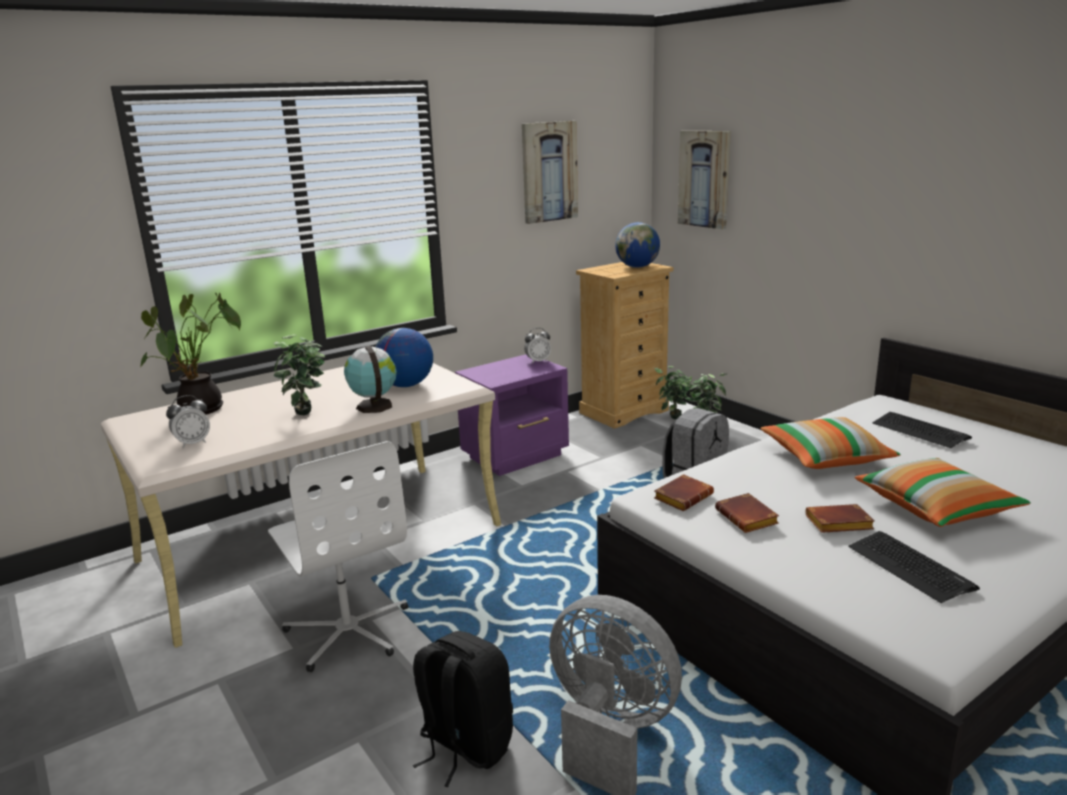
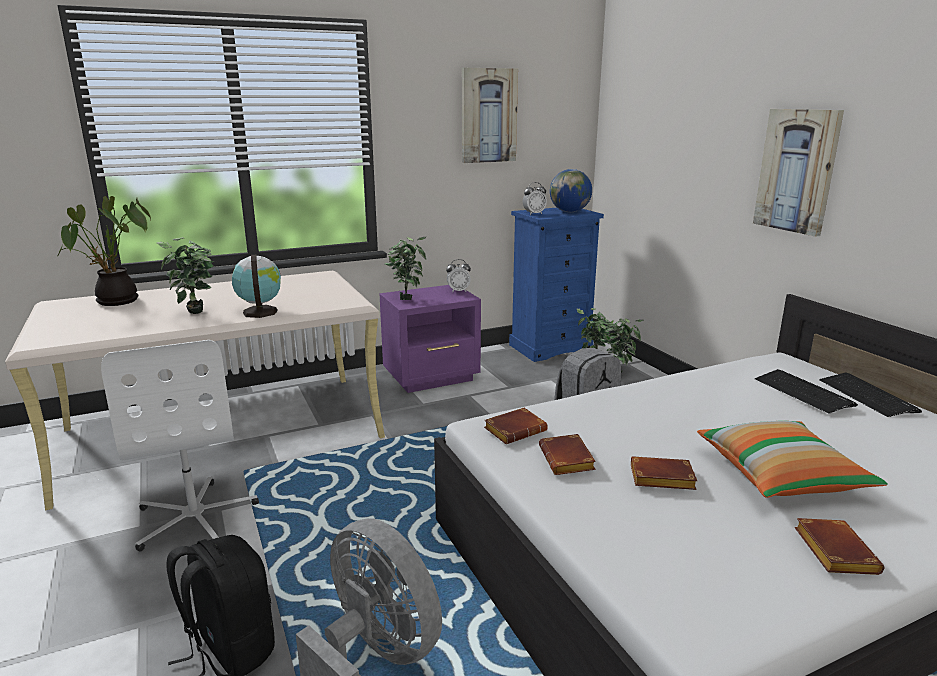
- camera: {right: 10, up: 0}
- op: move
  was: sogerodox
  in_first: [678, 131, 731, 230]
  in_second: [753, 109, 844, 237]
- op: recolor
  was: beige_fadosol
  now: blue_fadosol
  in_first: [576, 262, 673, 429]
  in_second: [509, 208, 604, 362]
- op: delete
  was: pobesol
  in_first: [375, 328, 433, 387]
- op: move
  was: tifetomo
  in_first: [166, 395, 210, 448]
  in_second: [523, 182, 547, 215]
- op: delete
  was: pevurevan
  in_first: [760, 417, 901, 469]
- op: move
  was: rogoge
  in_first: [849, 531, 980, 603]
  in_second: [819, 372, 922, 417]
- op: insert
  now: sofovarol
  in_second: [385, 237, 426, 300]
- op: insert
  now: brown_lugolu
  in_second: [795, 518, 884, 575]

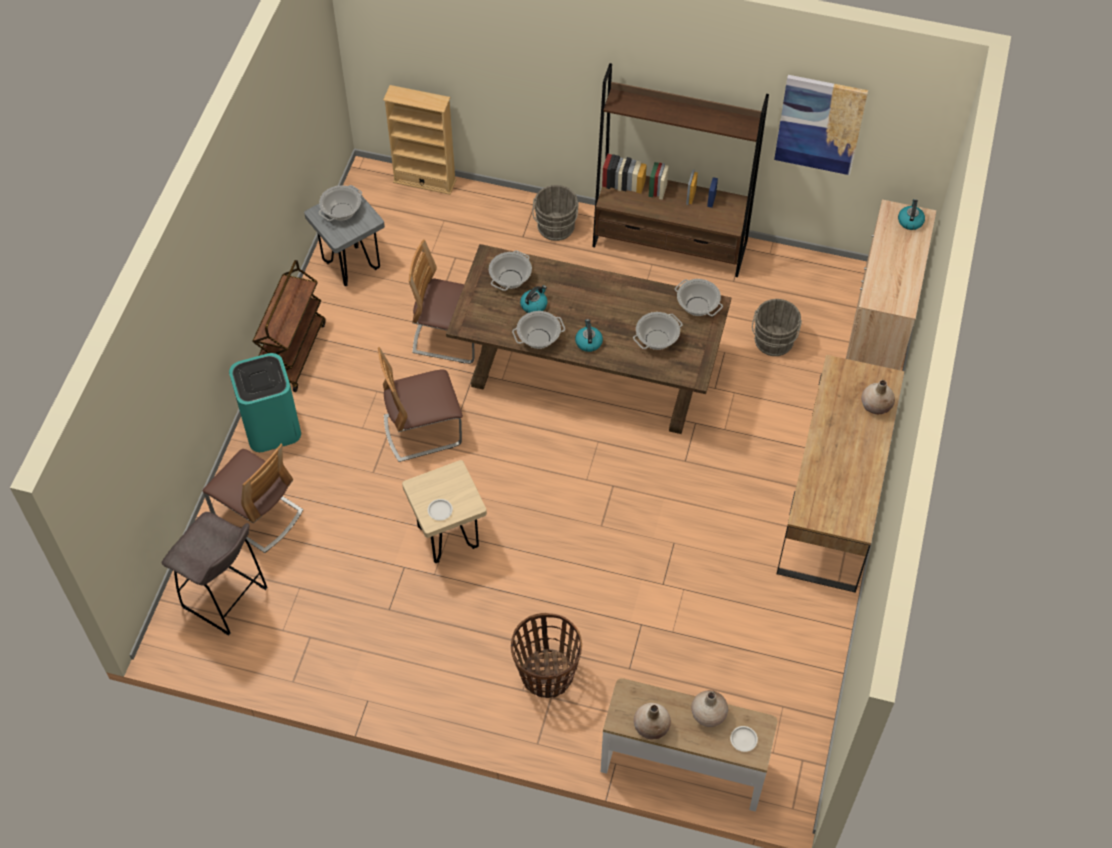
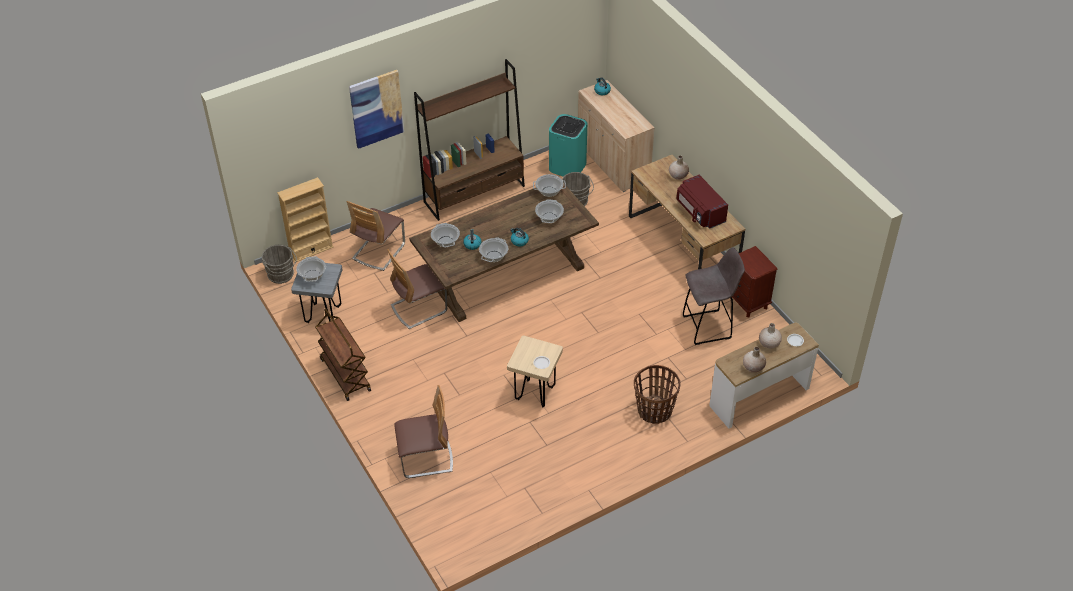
- camera: {right: -45, up: -10}
- op: move
  was: sogerodox
  in_first: [774, 75, 868, 175]
  in_second: [349, 70, 404, 149]
- op: move
  was: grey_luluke
  in_first: [532, 185, 579, 241]
  in_second: [262, 245, 297, 284]
- op: move
  was: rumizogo
  in_first: [378, 347, 463, 462]
  in_second: [347, 201, 405, 271]
- op: move
  was: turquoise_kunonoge
  in_first: [229, 353, 301, 452]
  in_second: [549, 114, 587, 177]
- op: move
  was: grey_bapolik
  in_first: [161, 512, 268, 636]
  in_second: [683, 247, 745, 345]
- op: insert
  now: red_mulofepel
  in_second: [677, 175, 728, 229]
- op: insert
  now: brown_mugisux
  in_second: [732, 246, 778, 318]

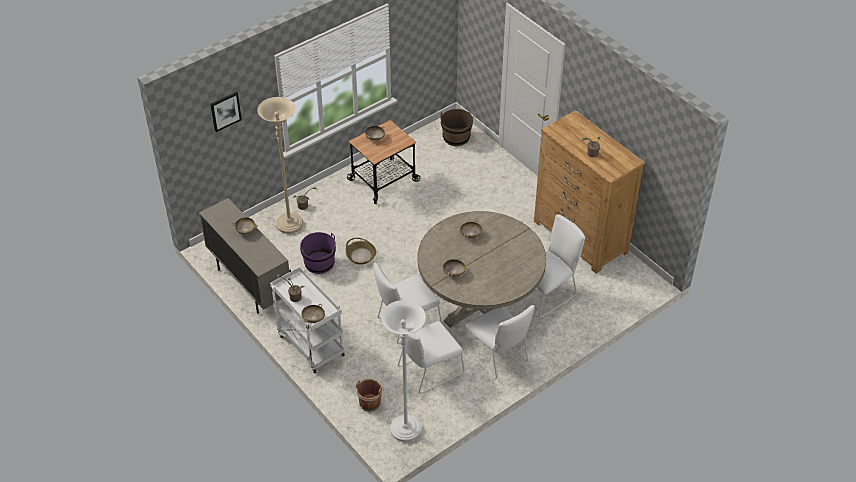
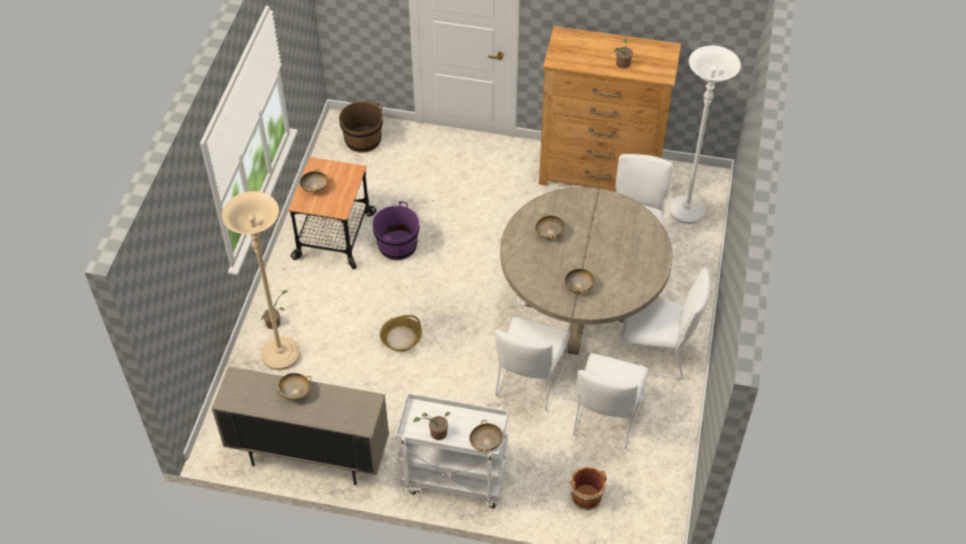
- camera: {right: -40, up: 5}
- op: delete
  was: sogerodox
  in_first: [210, 92, 242, 132]
- op: move
  was: purple_luluke
  in_first: [300, 232, 336, 274]
  in_second: [372, 201, 420, 260]
- op: move
  was: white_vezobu
  in_first: [381, 300, 426, 442]
  in_second: [669, 46, 741, 224]

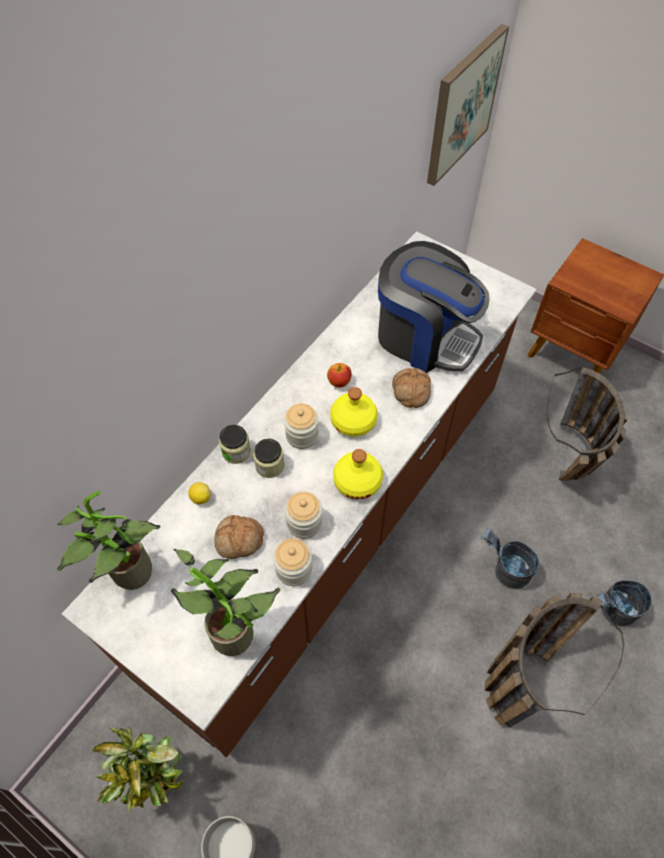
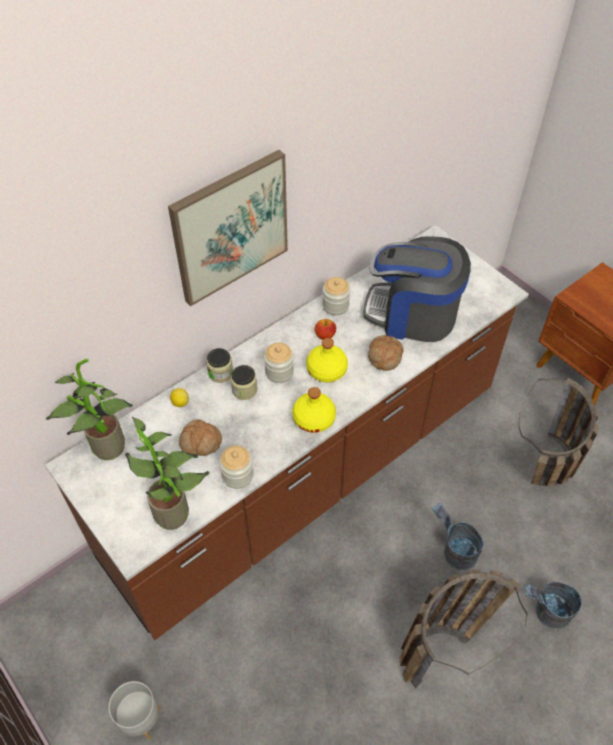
- camera: {right: 15, up: -5}
- op: move
  was: sogerodox
  in_first: [427, 24, 509, 186]
  in_second: [168, 150, 288, 306]
- op: rotate
  was: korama
  in_first: [378, 241, 490, 373]
  in_second: [363, 237, 471, 342]
  clockwise: 150
- op: move
  was: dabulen
  in_first: [285, 492, 322, 539]
  in_second: [322, 277, 350, 316]
- op: delete
  was: sofovarol
  in_first: [92, 727, 184, 812]

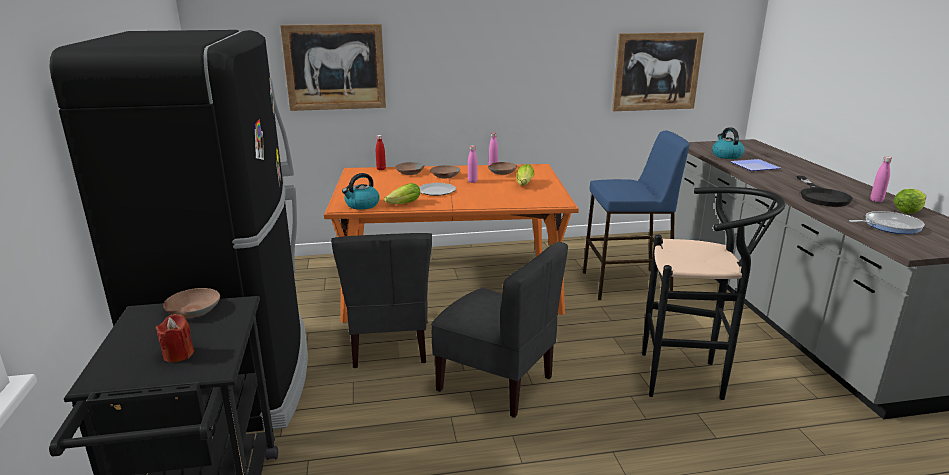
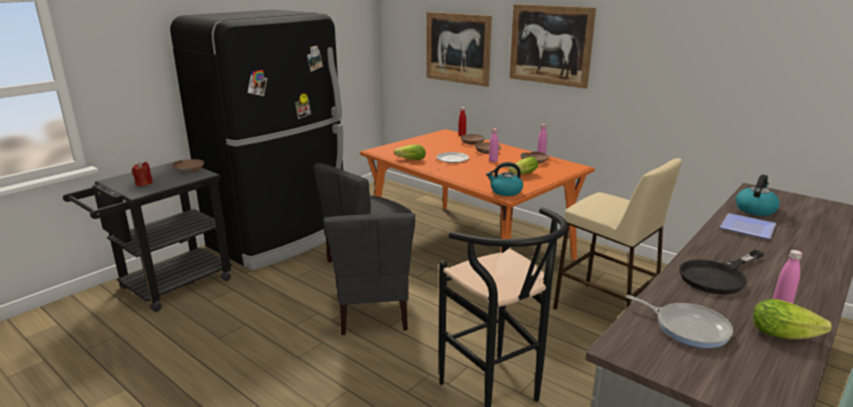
- camera: {right: 50, up: 0}
- op: move
  was: sogerodox
  in_first: [612, 32, 704, 111]
  in_second: [509, 4, 596, 89]
- op: recolor
  was: blue_bapolik
  now: beige_bapolik
  in_first: [583, 131, 690, 300]
  in_second: [553, 158, 682, 310]
- op: move
  was: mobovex
  in_first: [342, 173, 379, 210]
  in_second: [486, 162, 523, 196]

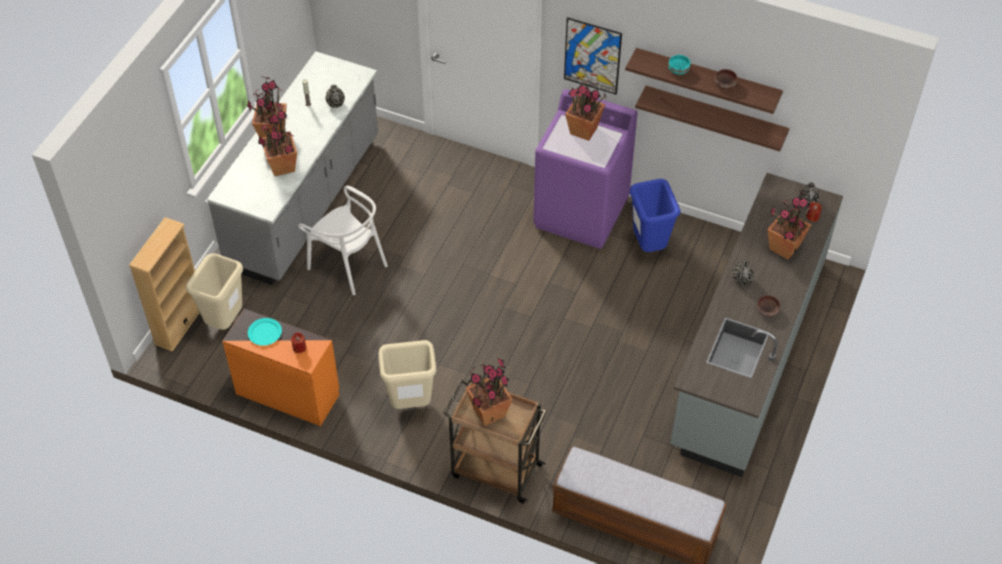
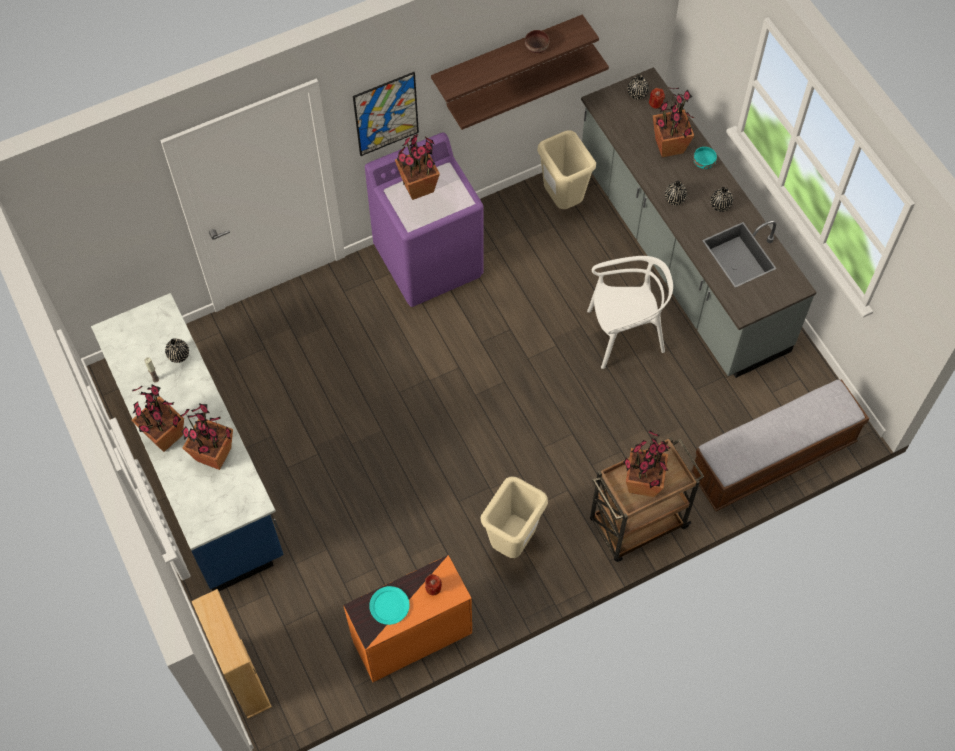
- camera: {right: -50, up: 10}
- op: recolor
  was: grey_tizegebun
  now: blue_tizegebun
  in_first: [207, 51, 378, 285]
  in_second: [91, 293, 284, 591]
- op: move
  was: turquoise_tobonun
  in_first: [668, 55, 691, 75]
  in_second: [693, 147, 717, 169]
- op: delete
  was: blue_kunonoge
  in_first: [630, 179, 681, 252]
- op: move
  was: white_rumizogo
  in_first: [298, 186, 388, 295]
  in_second: [587, 256, 673, 369]
- op: move
  was: beige_kunonoge
  in_first: [186, 253, 243, 330]
  in_second: [537, 130, 596, 209]
- op: replace
  was: brown_tobonun
  now: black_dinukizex
  in_first: [757, 295, 780, 317]
  in_second: [711, 187, 733, 212]

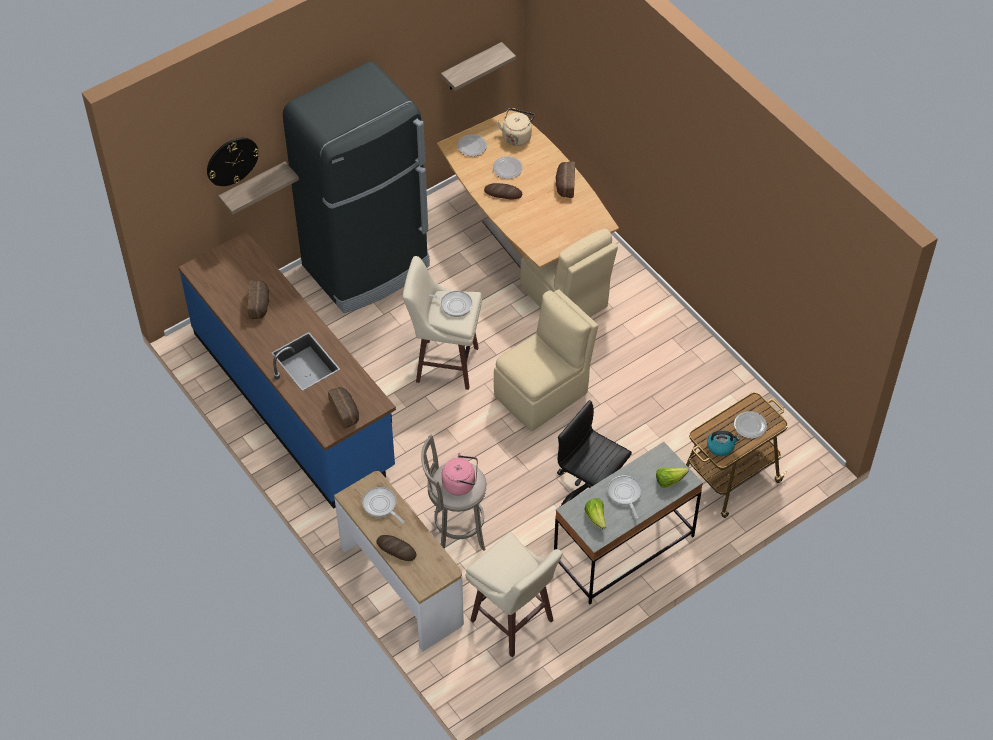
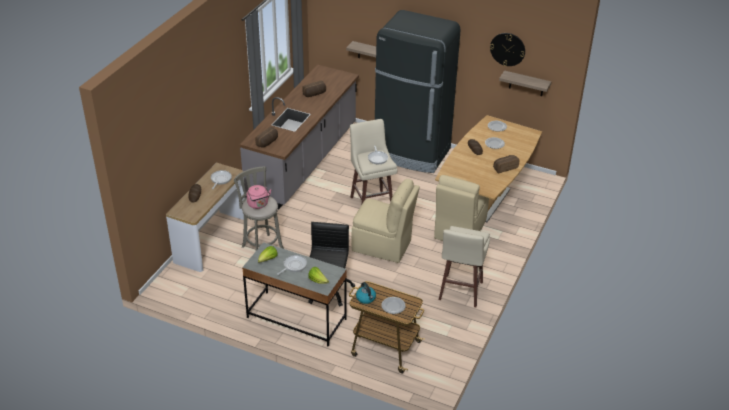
- camera: {right: 60, up: -15}
- op: delete
  was: beige_mobovex
  in_first: [497, 108, 535, 146]
- op: move
  was: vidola
  in_first: [207, 138, 259, 186]
  in_second: [490, 33, 525, 66]
- op: recolor
  was: blue_tizegebun
  now: grey_tizegebun
  in_first: [178, 231, 396, 509]
  in_second: [240, 65, 359, 209]
- op: move
  was: beige_bapolik
  in_first: [466, 532, 563, 658]
  in_second: [439, 226, 490, 307]

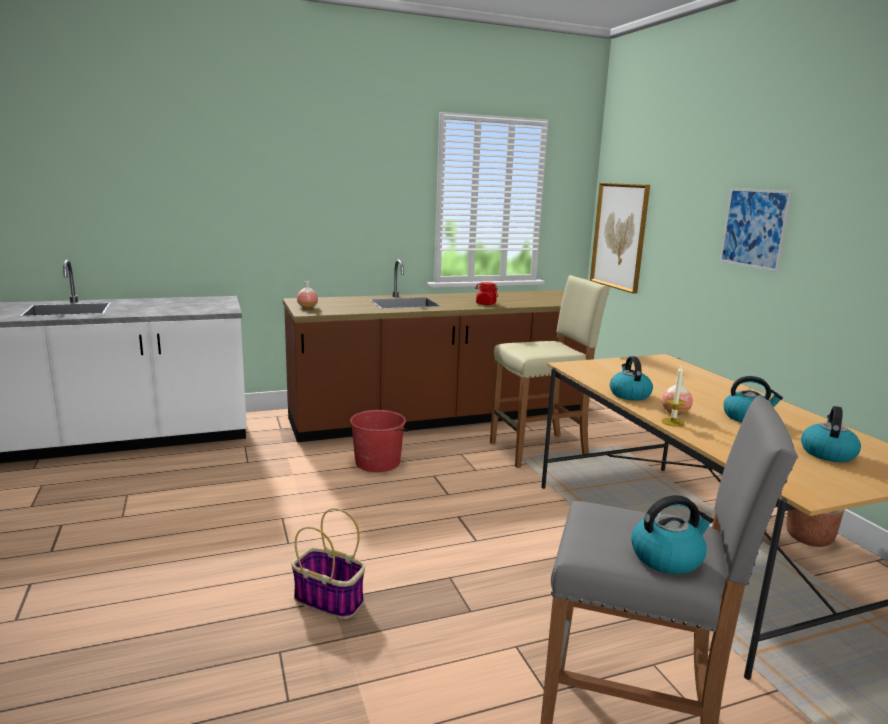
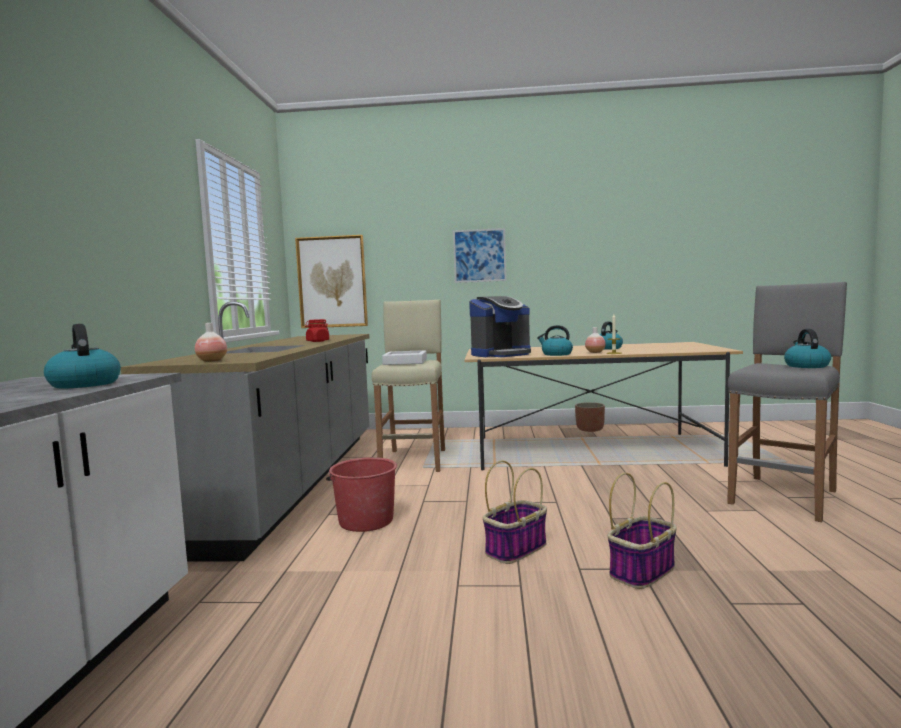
- camera: {right: -65, up: -10}
- op: recolor
  was: brown_tizegebun
  now: grey_tizegebun
  in_first: [283, 259, 590, 442]
  in_second: [121, 302, 369, 562]
- op: move
  was: mobovex
  in_first: [801, 406, 861, 462]
  in_second: [44, 324, 121, 389]
- op: insert
  now: korama
  in_second: [469, 296, 531, 357]
- op: insert
  now: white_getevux
  in_second: [382, 350, 427, 365]
- op: insert
  now: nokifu
  in_second: [483, 461, 547, 564]

